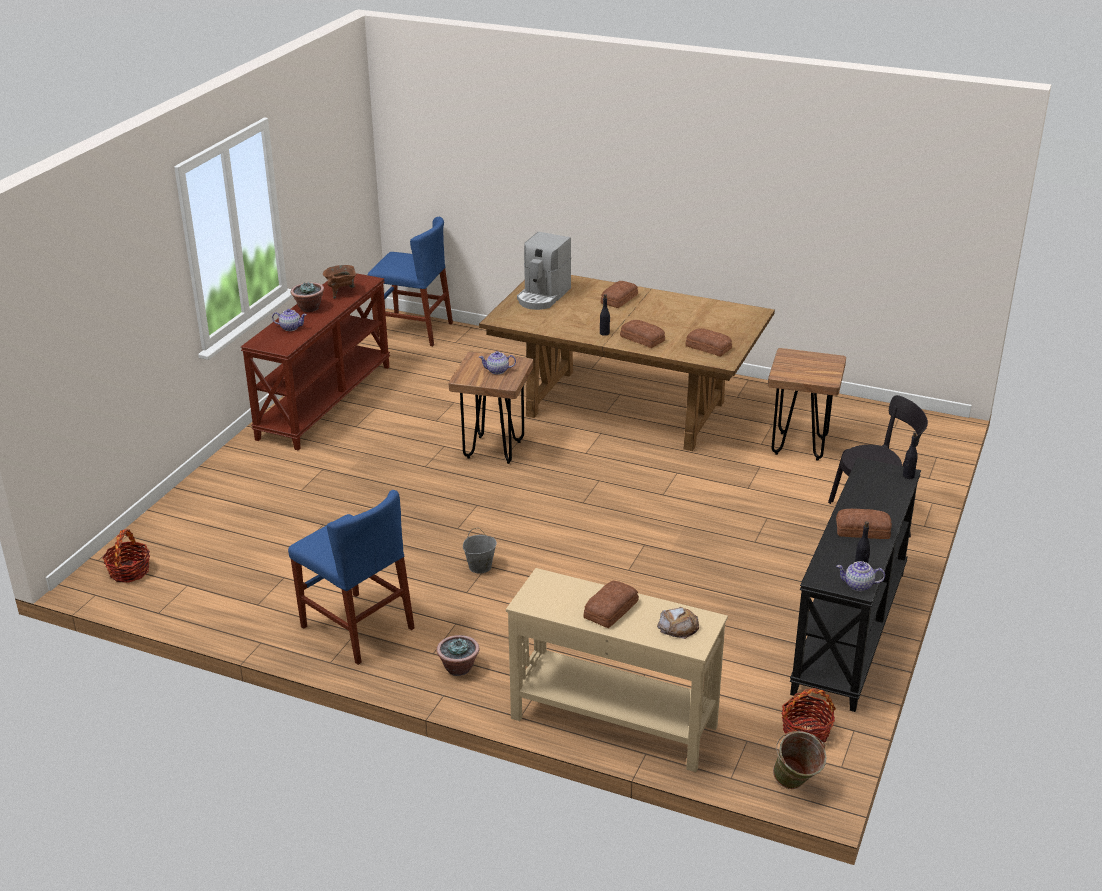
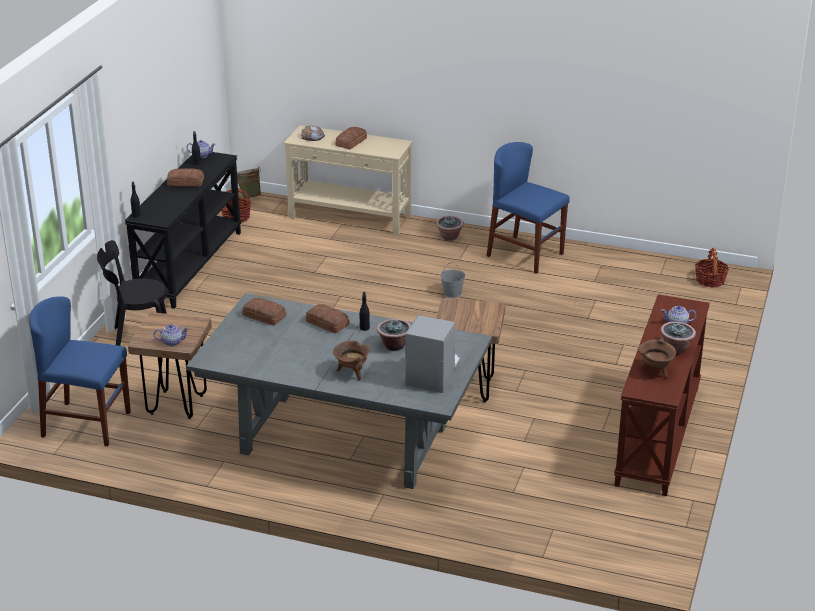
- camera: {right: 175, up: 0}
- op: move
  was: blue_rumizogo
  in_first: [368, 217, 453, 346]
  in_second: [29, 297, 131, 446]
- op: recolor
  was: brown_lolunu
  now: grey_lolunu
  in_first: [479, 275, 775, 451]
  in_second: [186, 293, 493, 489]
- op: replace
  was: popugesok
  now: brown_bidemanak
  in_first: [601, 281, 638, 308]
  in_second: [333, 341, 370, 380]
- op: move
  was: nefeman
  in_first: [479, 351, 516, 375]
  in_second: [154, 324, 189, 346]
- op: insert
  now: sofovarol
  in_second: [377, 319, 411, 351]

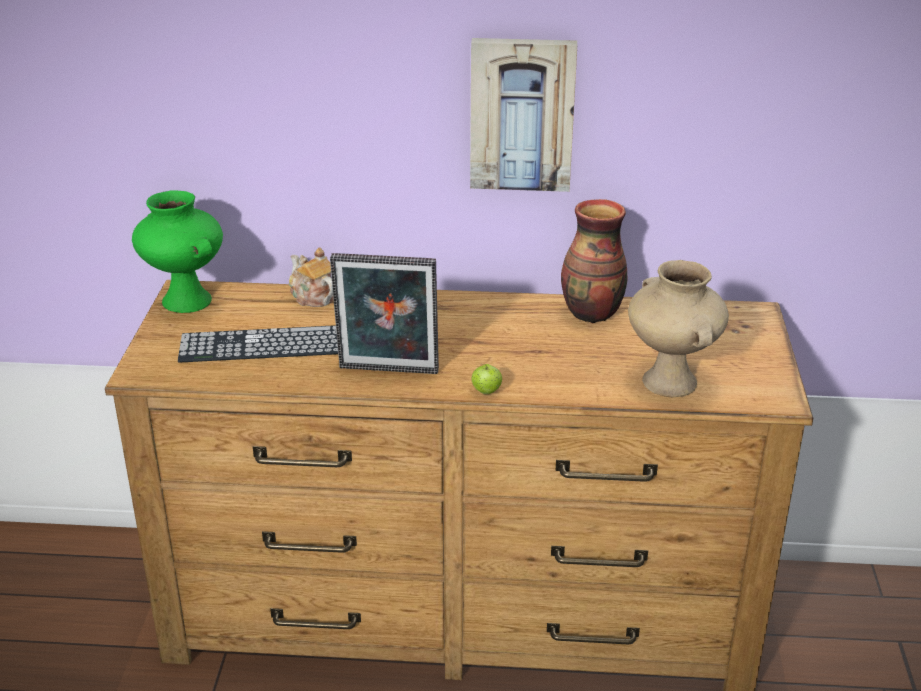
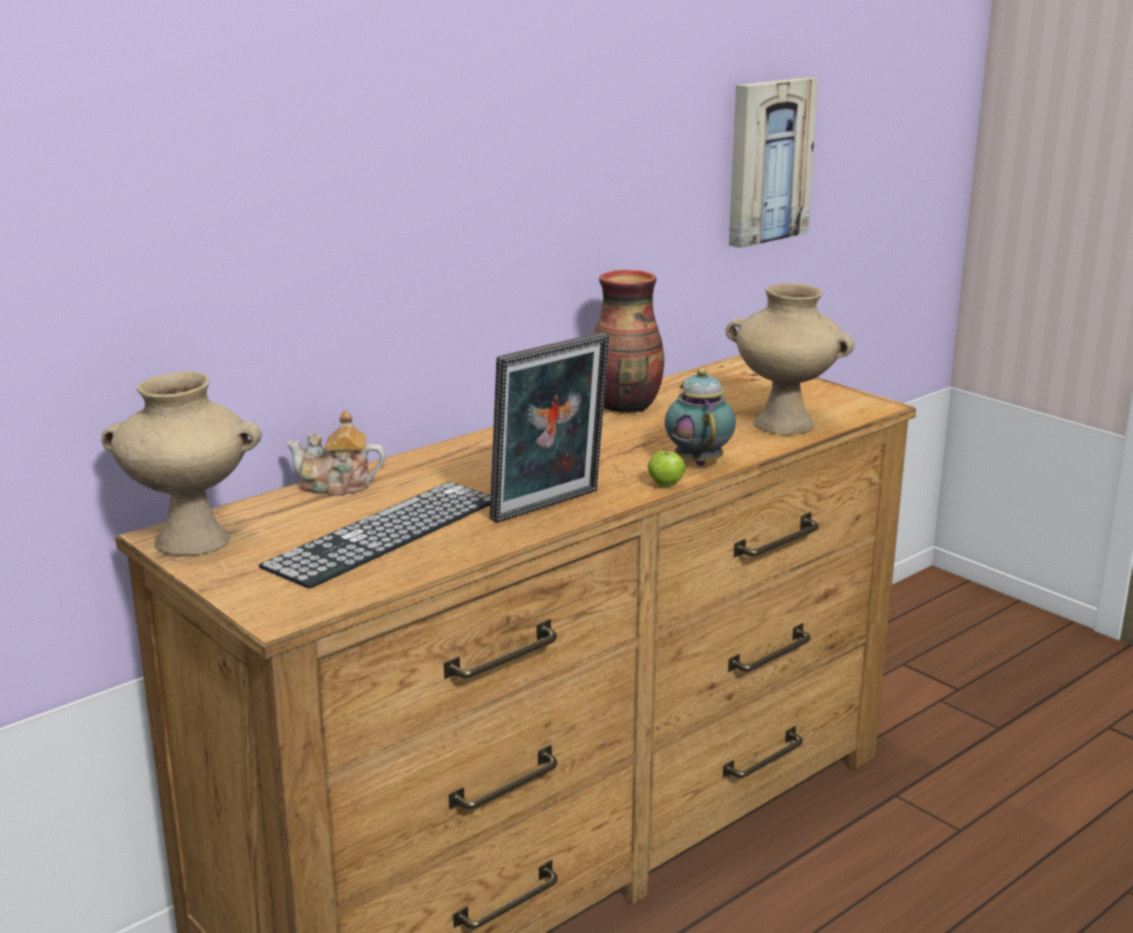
- camera: {right: -45, up: -10}
- op: move
  was: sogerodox
  in_first: [470, 38, 577, 192]
  in_second: [729, 77, 818, 248]
- op: recolor
  was: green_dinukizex
  now: beige_dinukizex
  in_first: [132, 190, 223, 313]
  in_second: [101, 371, 262, 556]
- op: insert
  now: nefeman
  in_second: [665, 368, 736, 466]

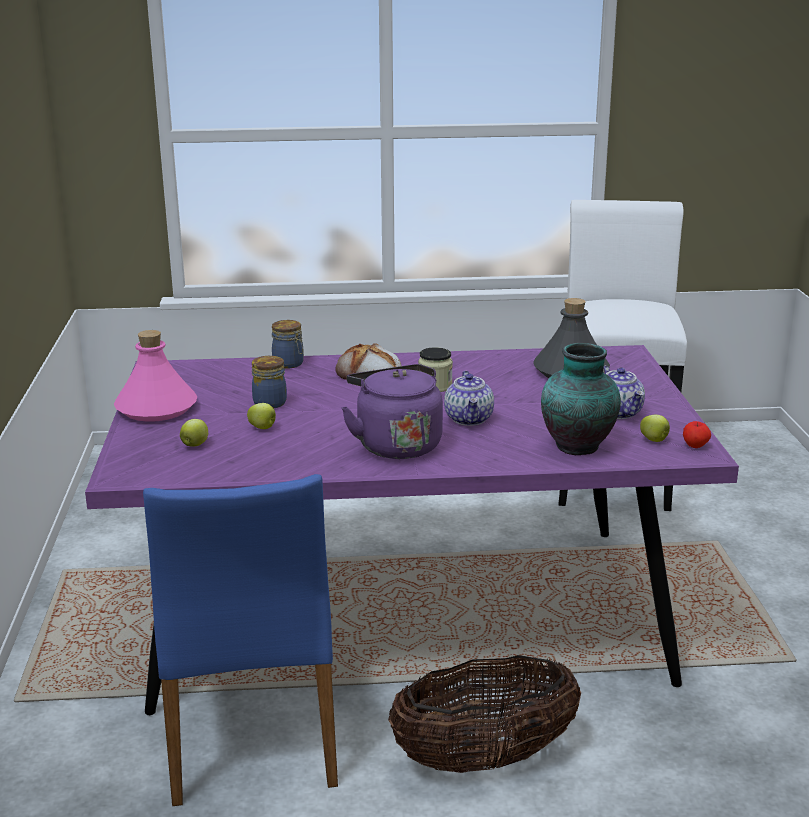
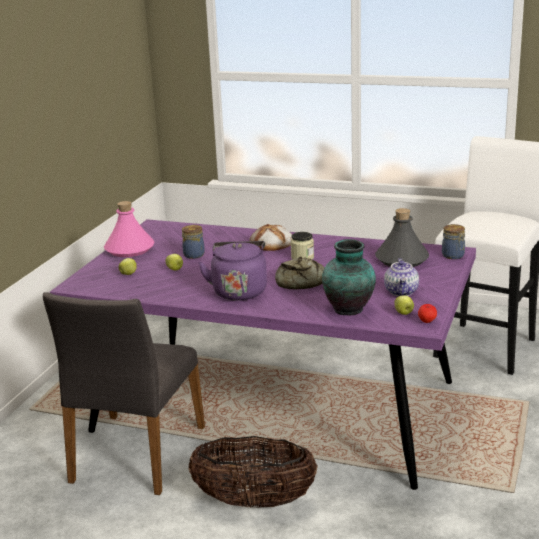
- camera: {right: 25, up: 0}
- op: move
  was: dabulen
  in_first: [272, 320, 304, 369]
  in_second: [442, 224, 465, 259]
- op: replace
  was: nefeman
  now: popugesok
  in_first: [444, 371, 494, 426]
  in_second: [275, 257, 325, 289]
- op: recolor
  was: blue_rumizogo
  now: grey_rumizogo
  in_first: [143, 474, 338, 806]
  in_second: [43, 292, 205, 495]

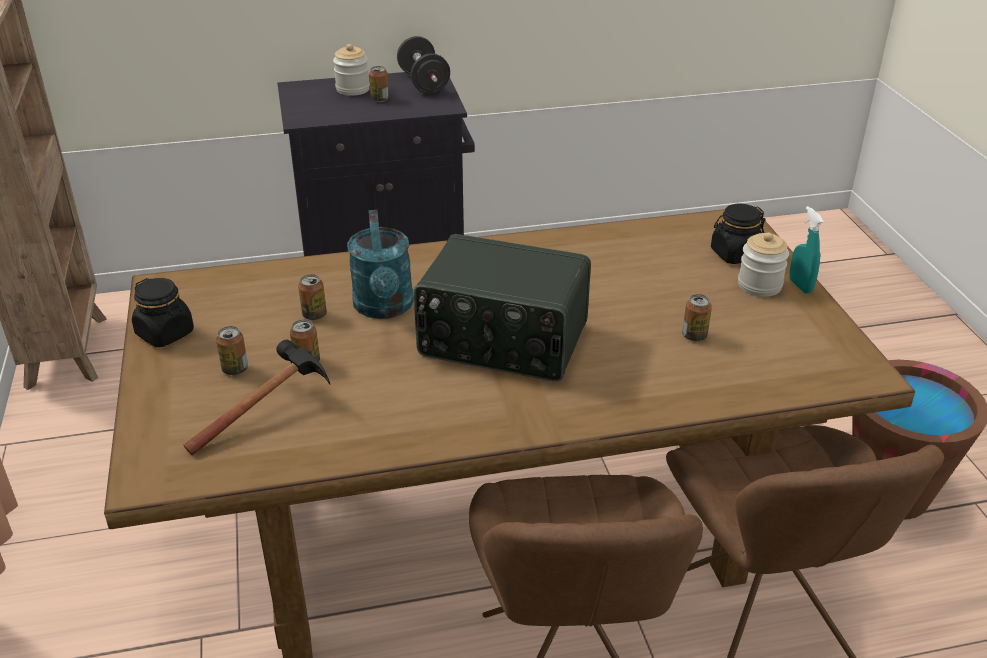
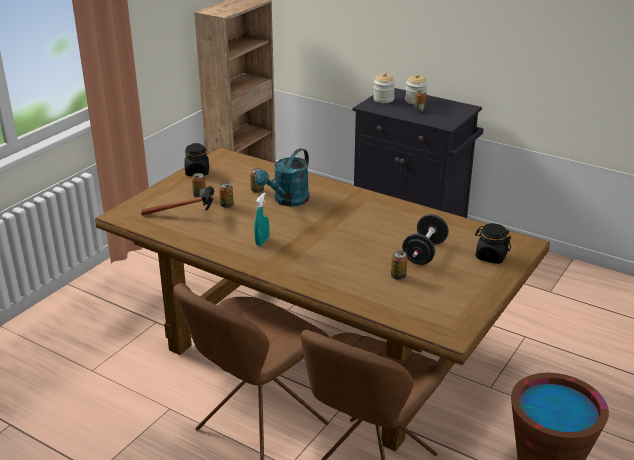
- camera: {right: 45, up: -5}
- op: move
  was: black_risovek
  in_first: [397, 36, 450, 94]
  in_second: [402, 214, 449, 265]
- op: move
  was: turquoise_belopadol
  in_first: [789, 206, 824, 294]
  in_second: [254, 192, 269, 246]
- op: move
  was: dabulen
  in_first: [738, 232, 789, 297]
  in_second: [373, 72, 395, 103]
- op: delete
  was: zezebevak
  in_first: [414, 234, 591, 381]

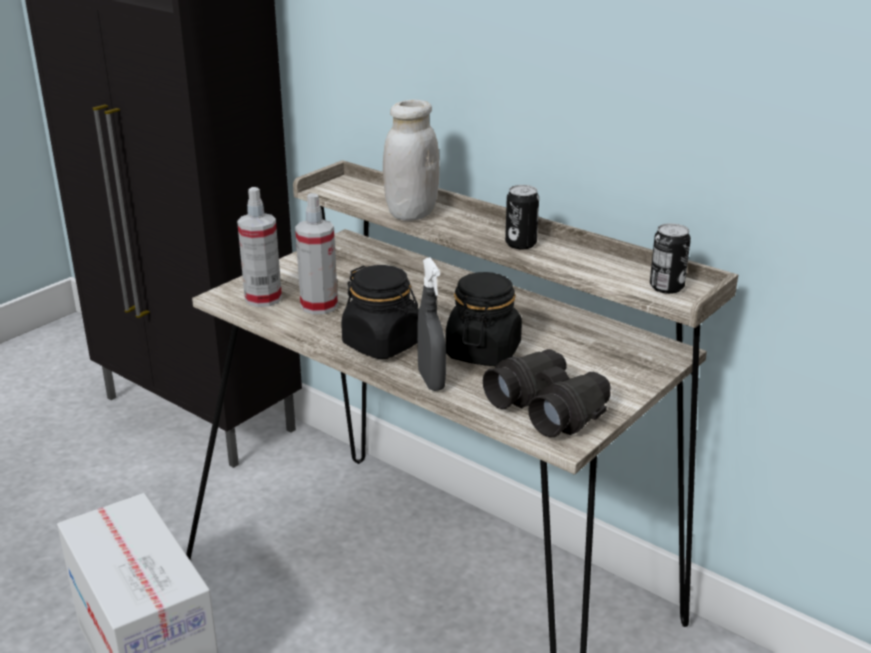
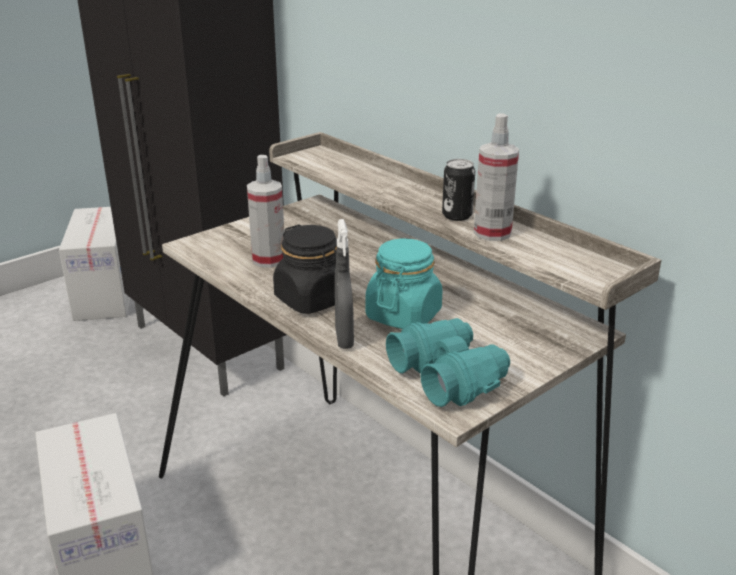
- camera: {right: 10, up: 0}
- op: delete
  was: white_dabulen
  in_first: [383, 99, 440, 221]
- op: move
  was: belopadol
  in_first: [237, 187, 282, 307]
  in_second: [474, 113, 519, 241]
- op: delete
  was: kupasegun
  in_first: [650, 223, 691, 294]
- op: recolor
  was: black_dabulen
  now: turquoise_dabulen
  in_first: [445, 272, 522, 366]
  in_second: [365, 238, 443, 329]
- op: recolor
  was: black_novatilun
  now: turquoise_novatilun
  in_first: [483, 349, 611, 437]
  in_second: [386, 318, 510, 407]
- op: insert
  now: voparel
  in_second: [59, 207, 130, 321]

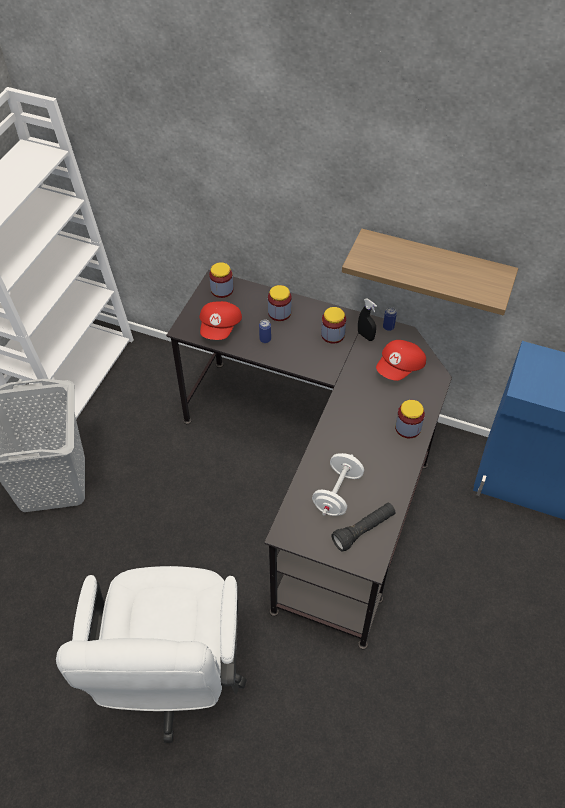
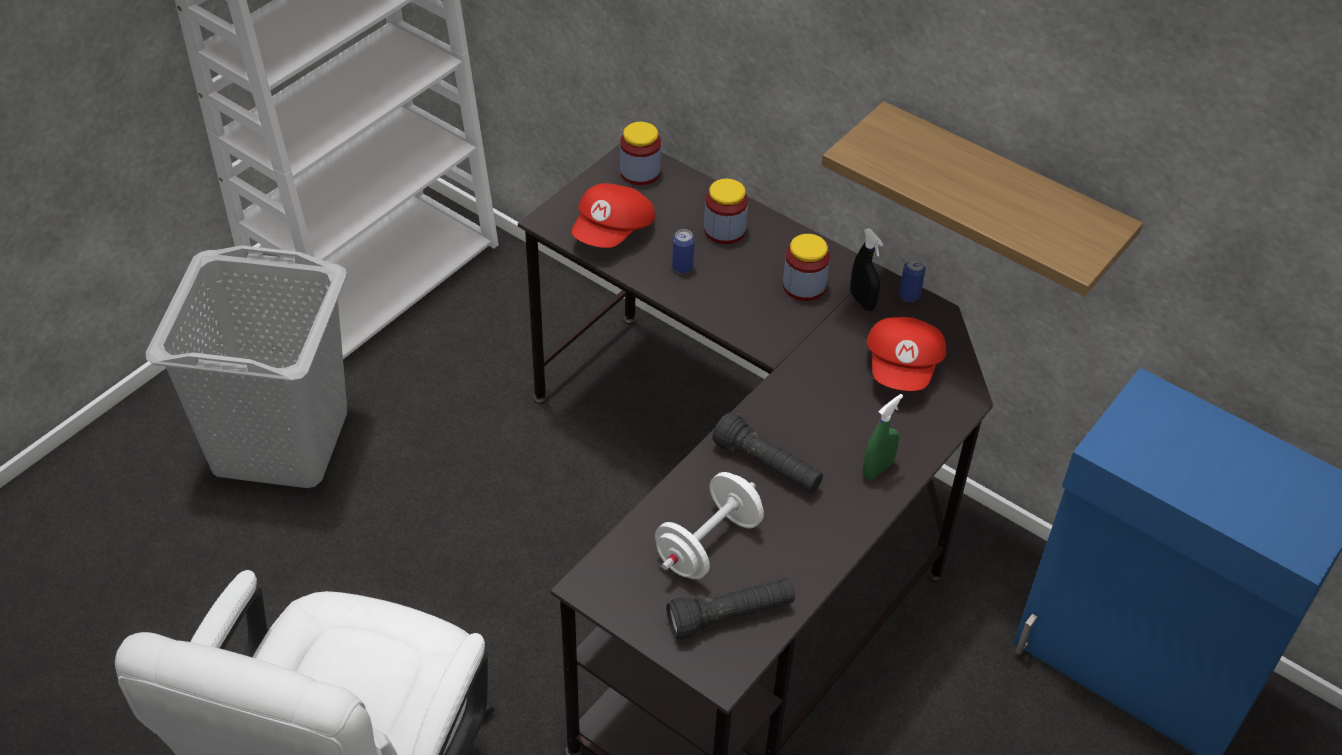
- camera: {right: 15, up: -5}
- op: rotate
  was: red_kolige
  in_first: [376, 340, 426, 381]
  in_second: [867, 317, 946, 391]
  clockwise: -45
- op: replace
  was: dabulen
  now: green_belopadol
  in_first: [395, 400, 425, 438]
  in_second: [863, 394, 903, 480]
- op: insert
  now: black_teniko
  in_second: [712, 412, 823, 493]

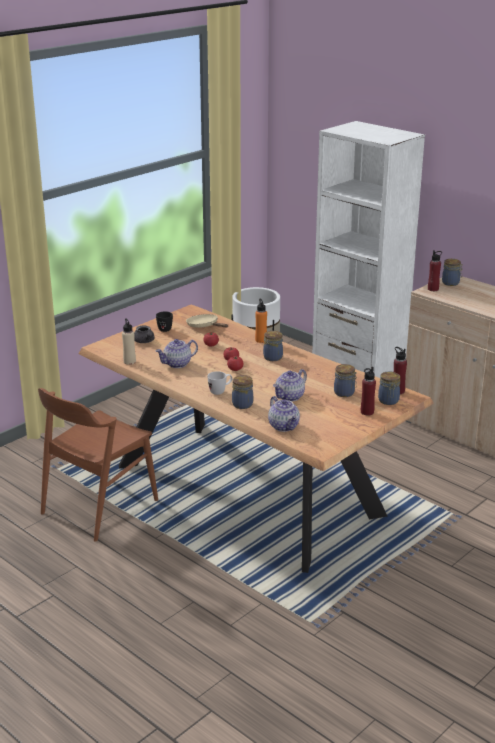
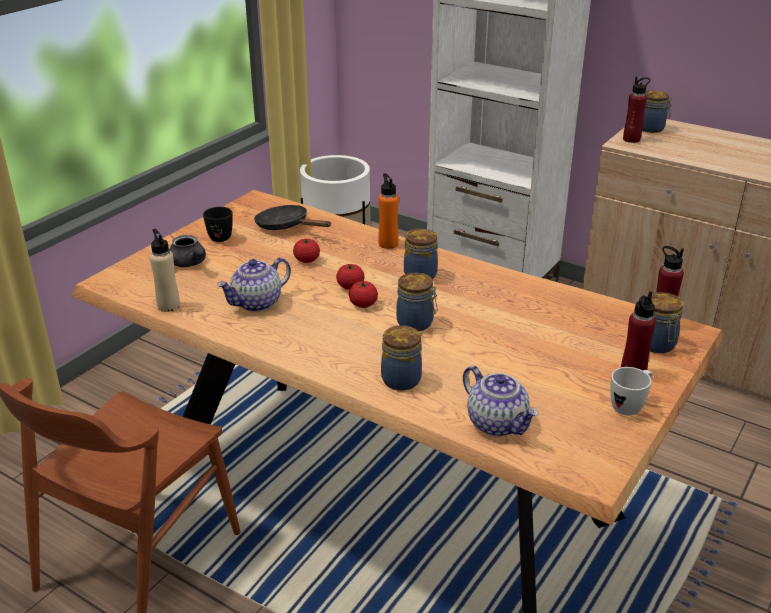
- camera: {right: -10, up: 5}
- op: recolor
  was: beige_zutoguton
  now: black_zutoguton
  in_first: [186, 314, 228, 328]
  in_second: [254, 205, 331, 230]
- op: move
  was: dabulen
  in_first: [334, 364, 357, 397]
  in_second: [396, 273, 437, 331]
- op: delete
  was: nefeman
  in_first: [273, 369, 307, 402]
- op: move
  was: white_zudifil
  in_first: [207, 371, 232, 395]
  in_second: [610, 367, 653, 416]

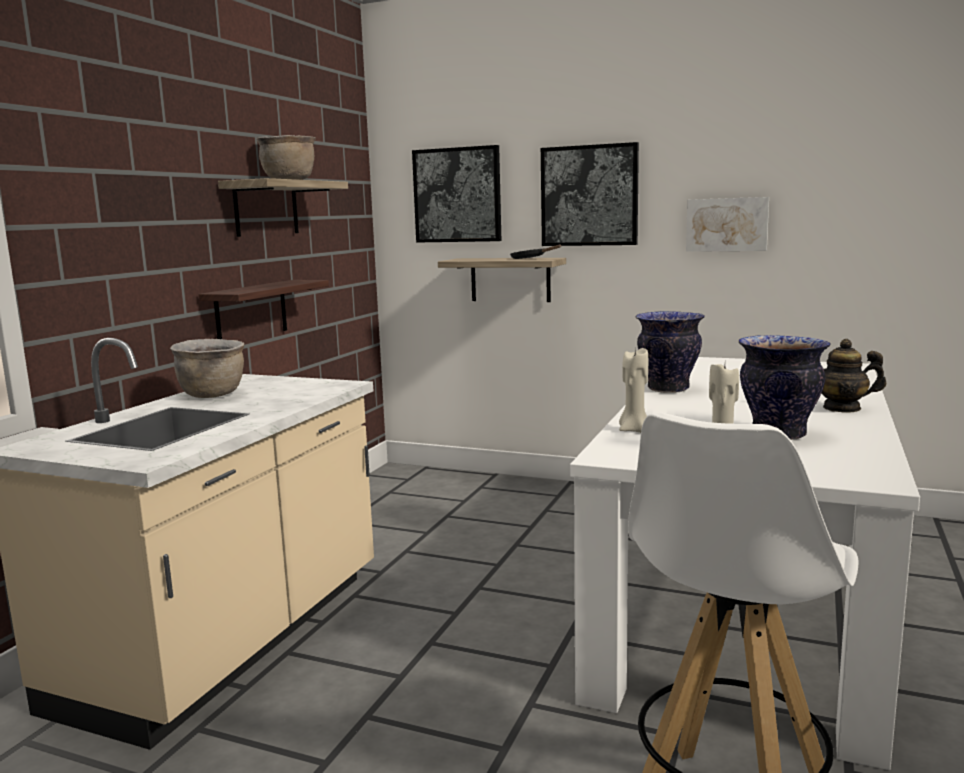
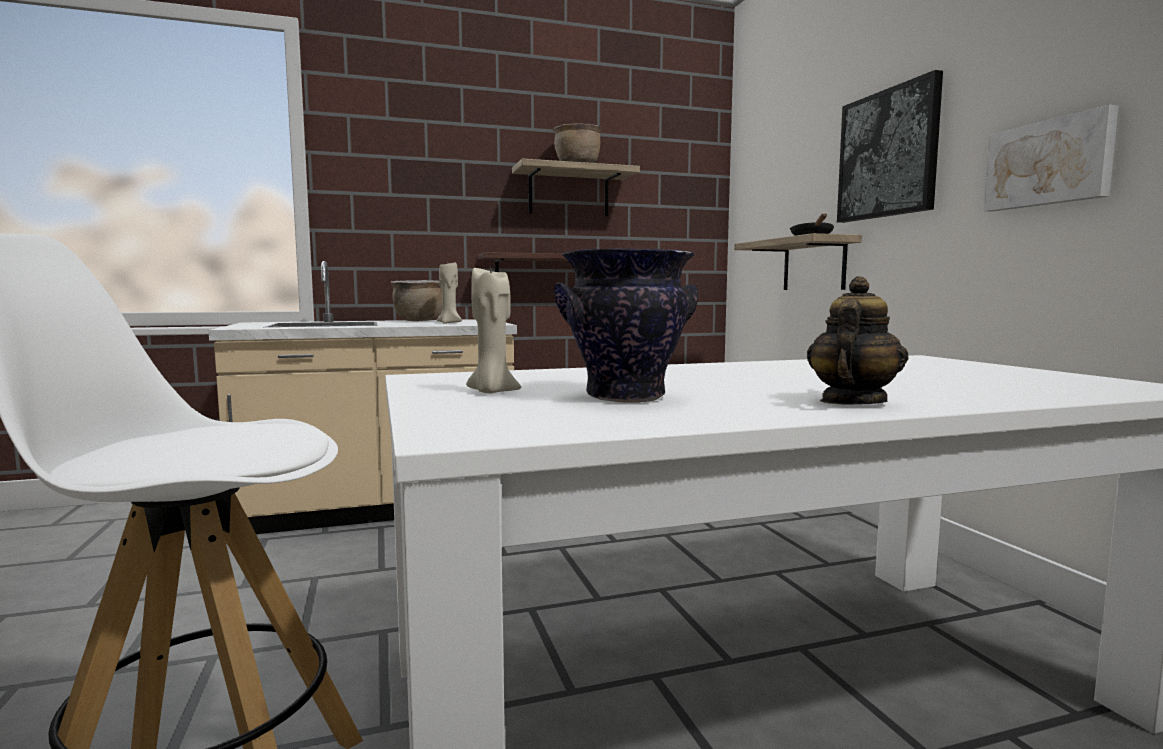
- camera: {right: 50, up: -5}
- op: delete
  was: sogerodox
  in_first: [412, 145, 501, 243]
- op: delete
  was: dinukizex
  in_first: [635, 311, 705, 393]
- op: rotate
  was: nefeman
  in_first: [822, 339, 886, 412]
  in_second: [807, 276, 909, 405]
  clockwise: 60
- op: move
  was: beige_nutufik
  in_first: [619, 348, 648, 433]
  in_second: [437, 263, 462, 324]

